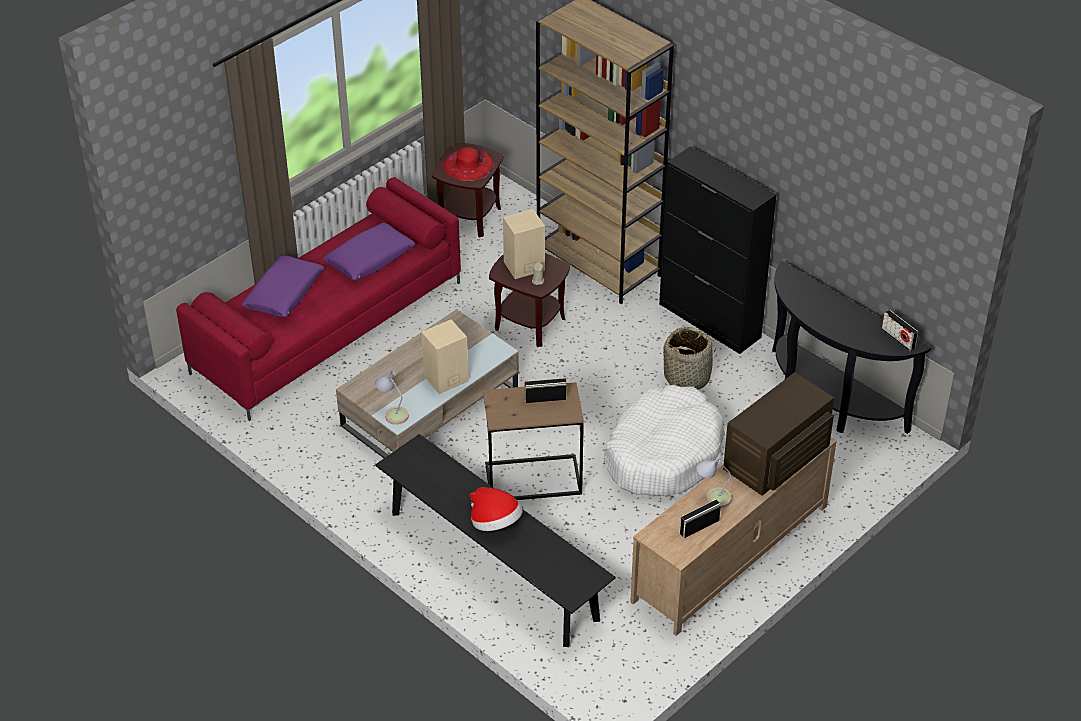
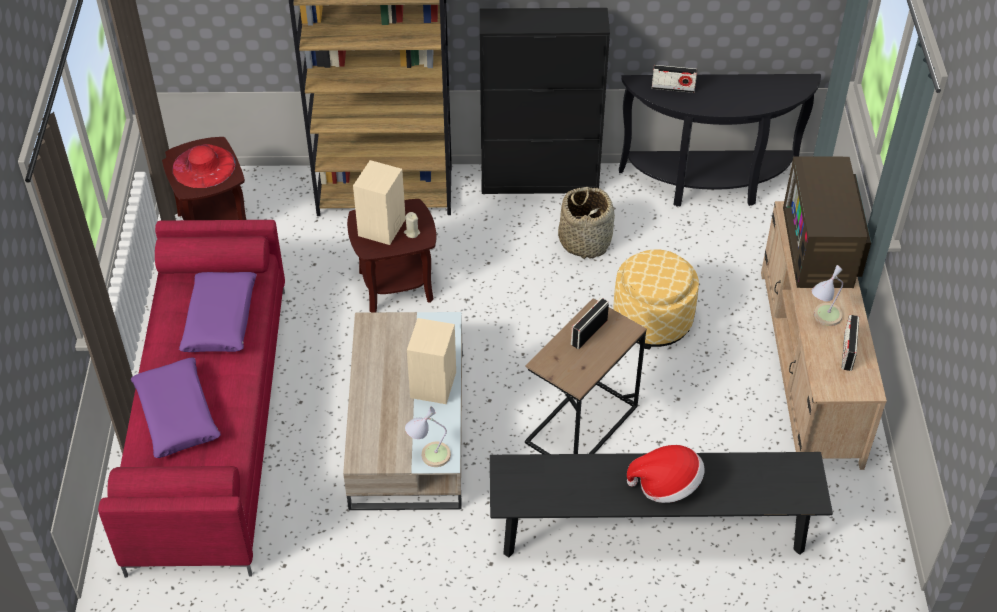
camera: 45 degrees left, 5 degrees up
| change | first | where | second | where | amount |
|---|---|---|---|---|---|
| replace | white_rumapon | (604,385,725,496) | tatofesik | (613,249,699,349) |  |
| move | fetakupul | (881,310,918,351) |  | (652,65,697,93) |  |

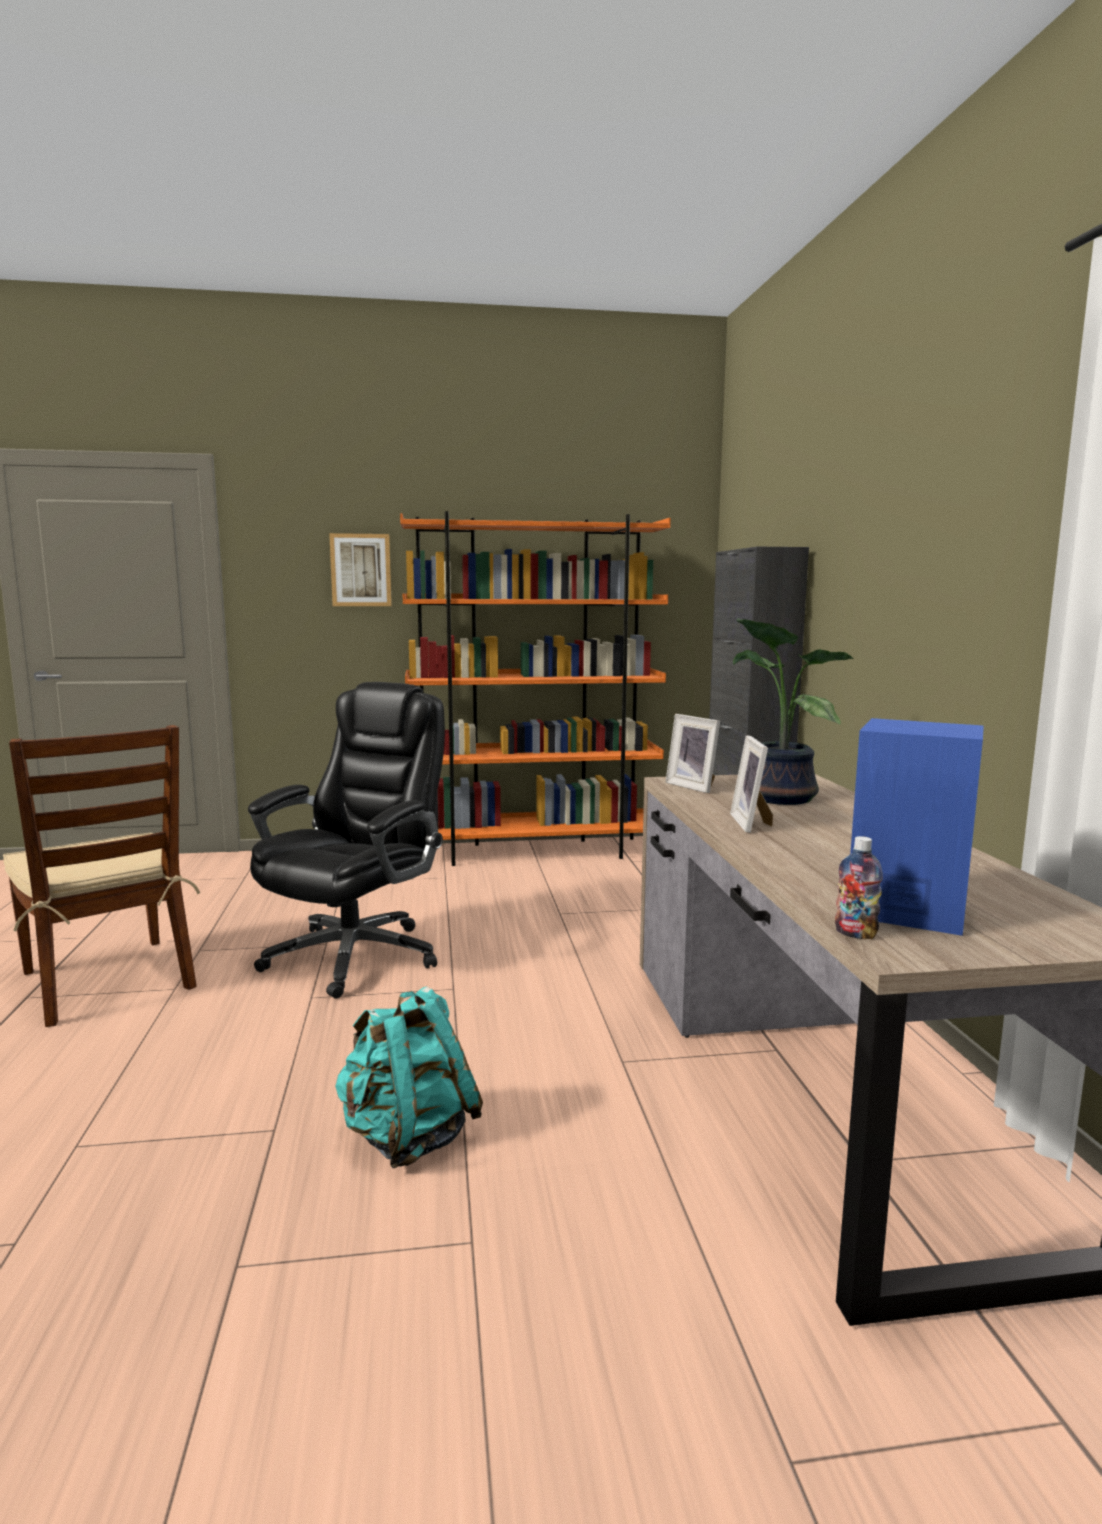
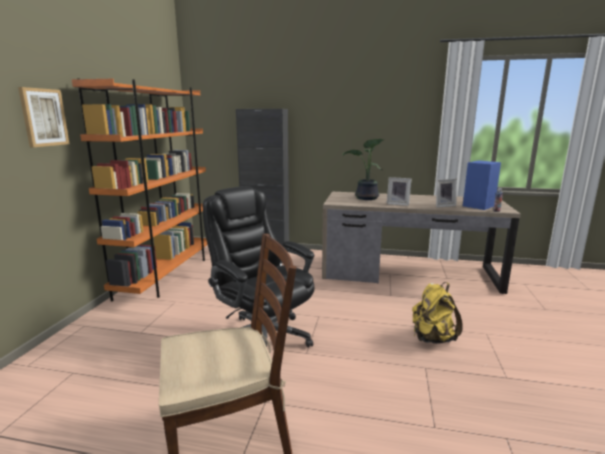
camera: 70 degrees left, 5 degrees up
| change | first | where | second | where | amount |
|---|---|---|---|---|---|
| recolor | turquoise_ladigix | (335,986,483,1168) | yellow_ladigix | (412,282,463,344) |  |
| move | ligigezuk | (666,714,720,793) |  | (436,179,457,207) |  |

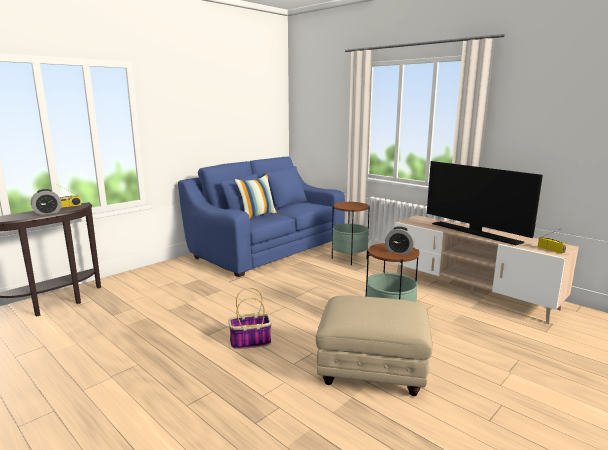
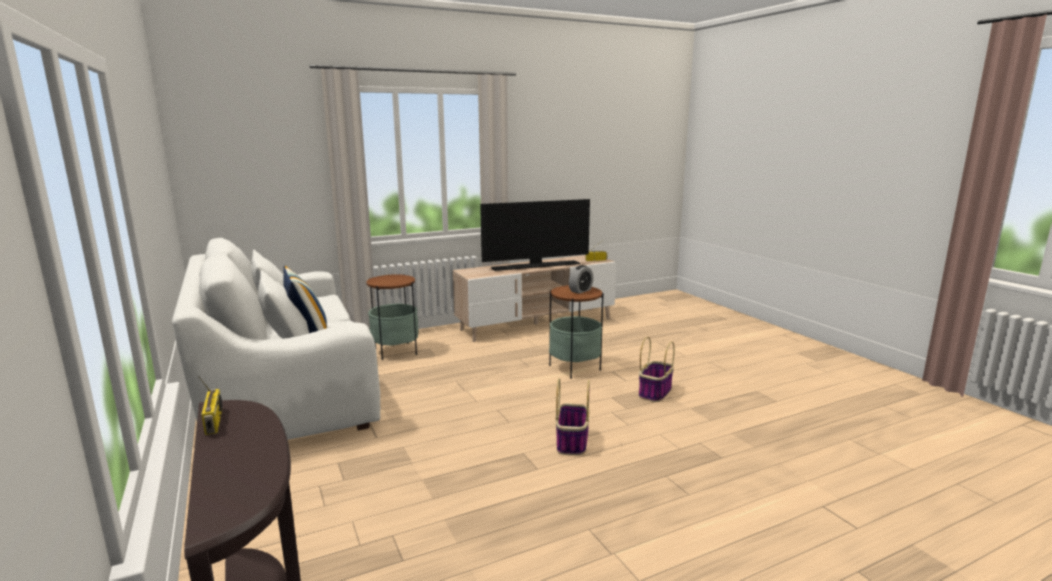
camera: 70 degrees left, 0 degrees up
| change | first | where | second | where | amount |
|---|---|---|---|---|---|
| delete | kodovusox | (31,189,62,215) |  |  |  |
| recolor | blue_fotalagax | (178,157,345,277) | white_fotalagax | (172,238,380,440) |  |
| replace | beige_tatofesik | (316,296,433,396) | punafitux | (639,337,675,402) |  |

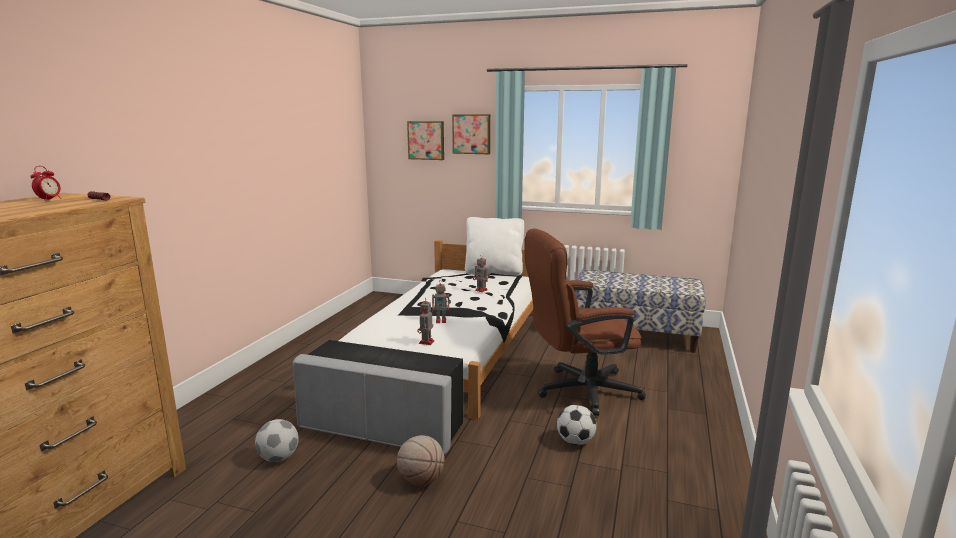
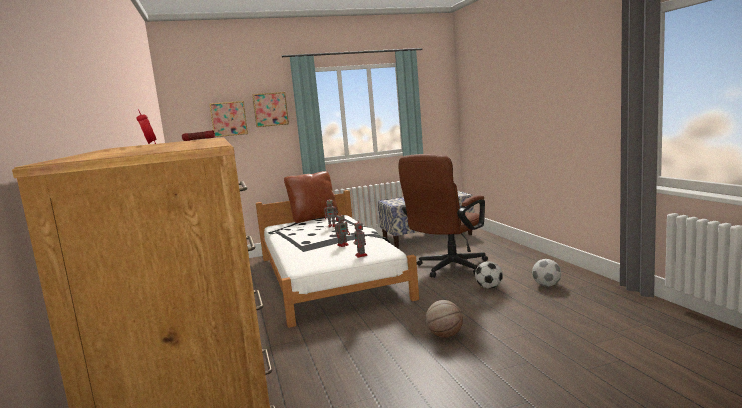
camera: 35 degrees left, 5 degrees down
| change | first | where | second | where | amount |
|---|---|---|---|---|---|
| move | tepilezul | (255,419,299,462) |  | (532,259,561,287) |  |
| delete | grey_tatofesik | (293,340,463,455) |  |  |  |
| recolor | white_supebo | (465,217,524,276) | brown_supebo | (284,171,338,223) |  |

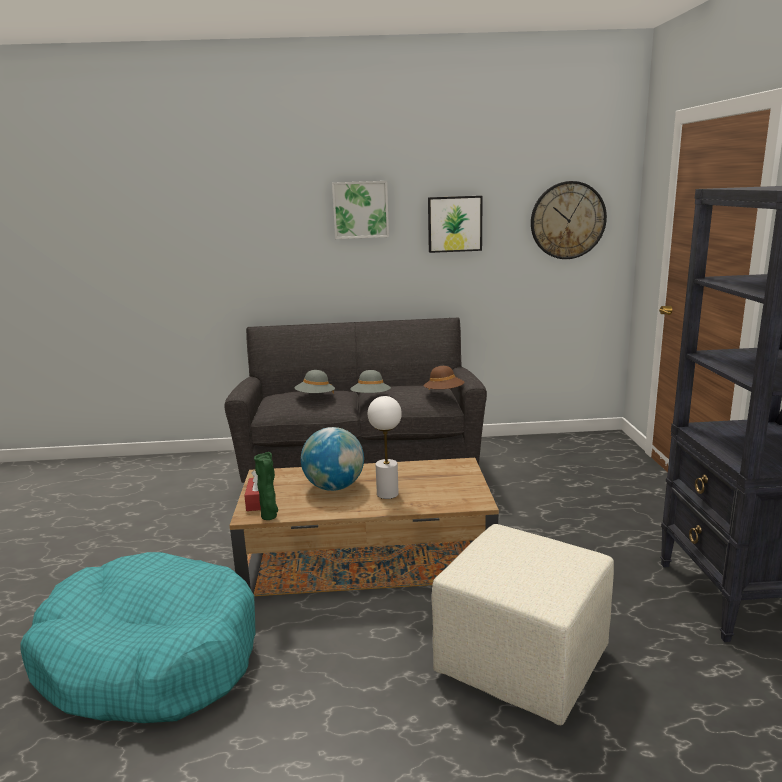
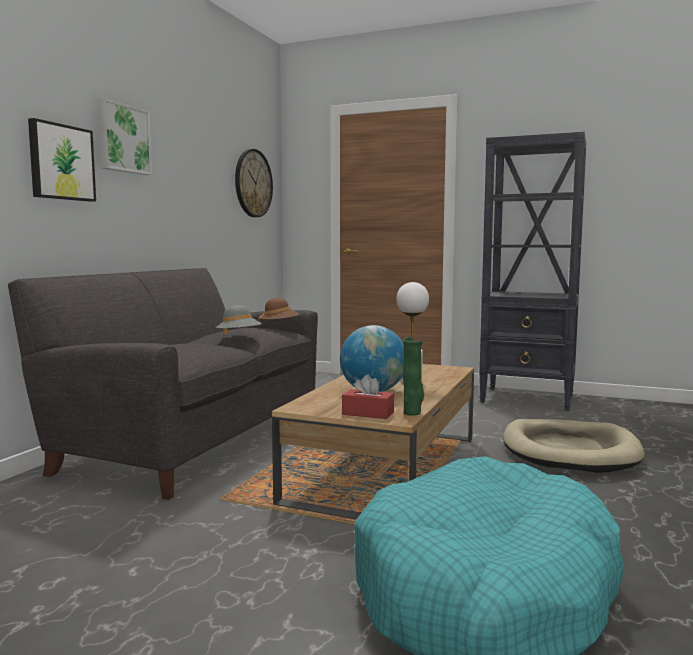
camera: 65 degrees left, 10 degrees down
| change | first | where | second | where | amount |
|---|---|---|---|---|---|
| delete | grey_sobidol | (294,370,335,394) |  |  |  |
| move | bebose | (428,196,483,253) |  | (28,118,96,202) |  |
| replace | beige_tatofesik | (431,524,614,725) | beige_rumapon | (503,419,645,473) |  |

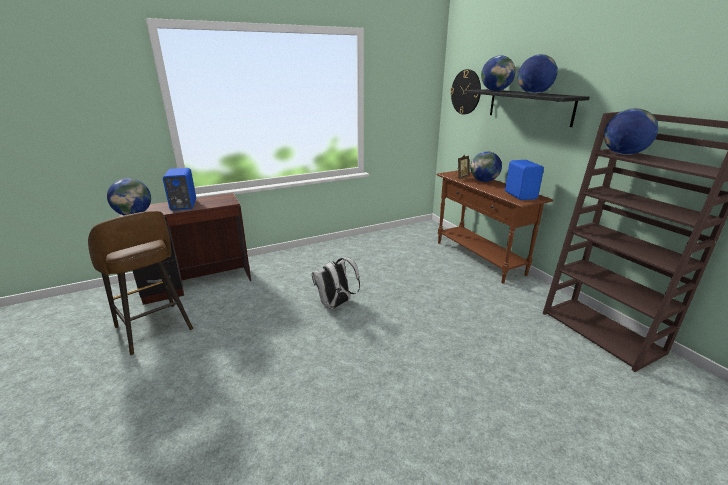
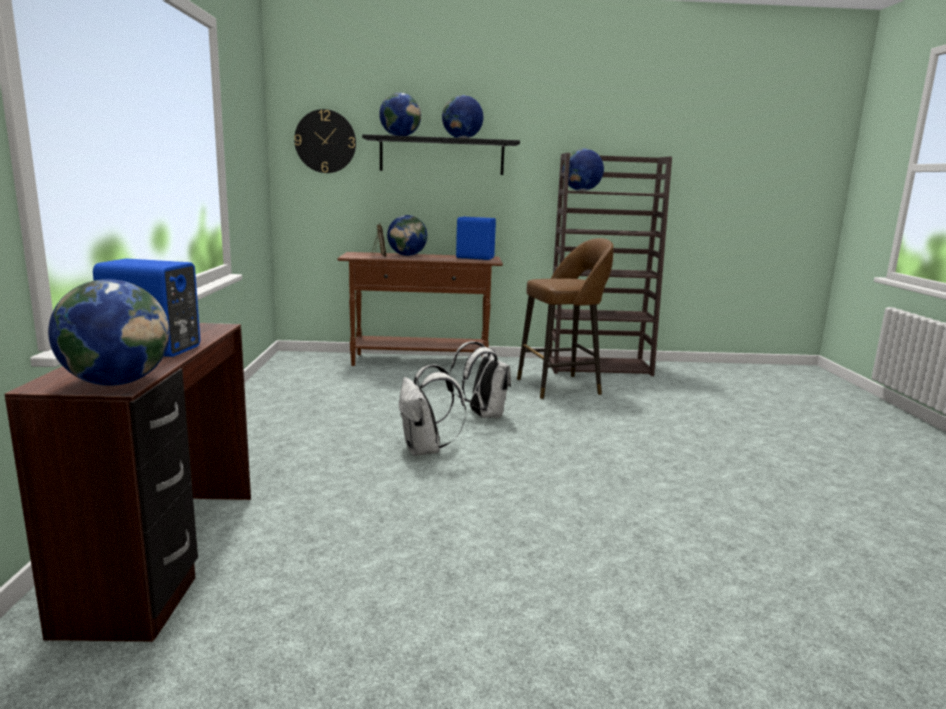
camera: 65 degrees left, 10 degrees down
| change | first | where | second | where | amount |
|---|---|---|---|---|---|
| move | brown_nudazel | (88,211,193,355) |  | (517,238,613,399) |  |
| insert |  |  | white_ladigix | (450,341,511,418) |  |

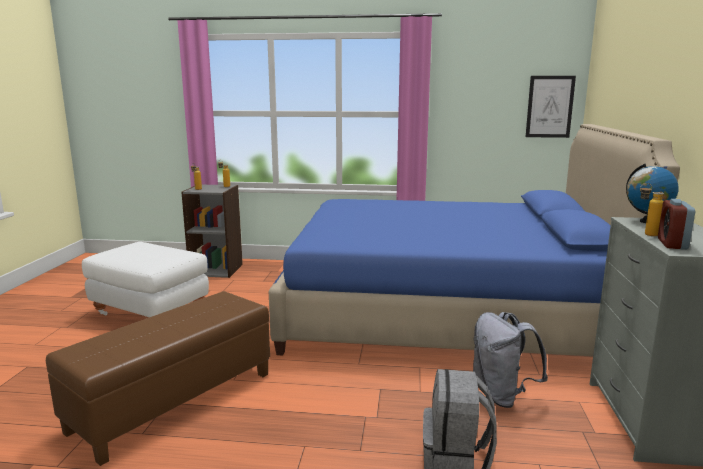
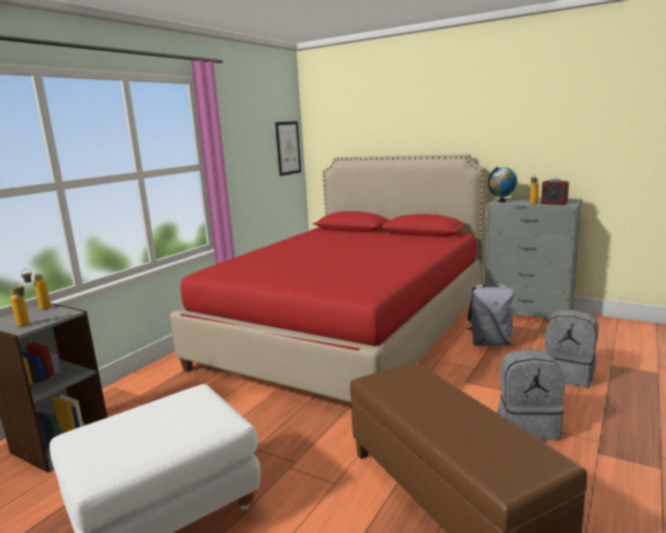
camera: 65 degrees left, 0 degrees up
| change | first | where | second | where | amount |
|---|---|---|---|---|---|
| recolor | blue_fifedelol | (269,124,680,356) | red_fifedelol | (170,154,486,403) |  |
| insert |  |  | grey_ladigix | (498,349,565,440) |  |

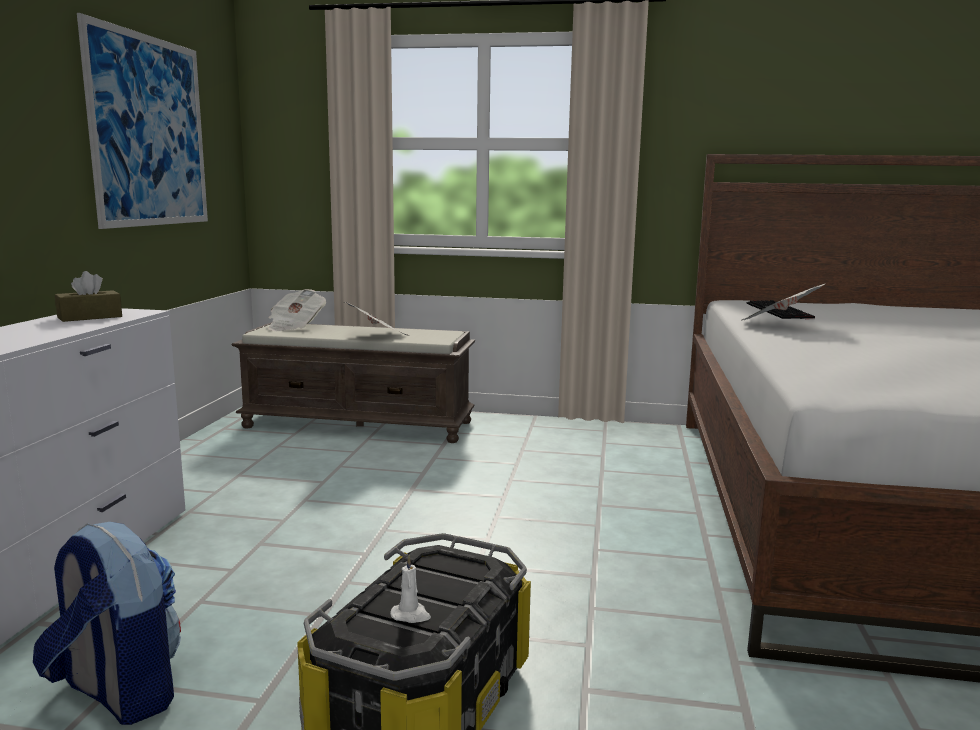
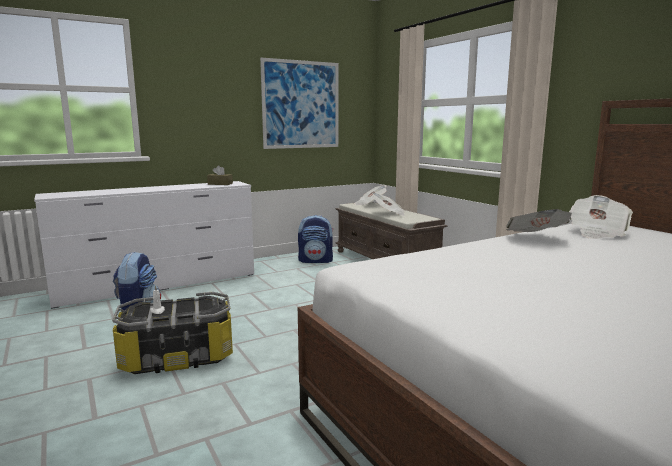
camera: 50 degrees right, 0 degrees up
| change | first | where | second | where | amount |
|---|---|---|---|---|---|
| replace | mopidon | (747,300,815,319) | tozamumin | (569,195,633,239) |  |
| insert |  |  | ladigix | (298,215,333,263) |  |

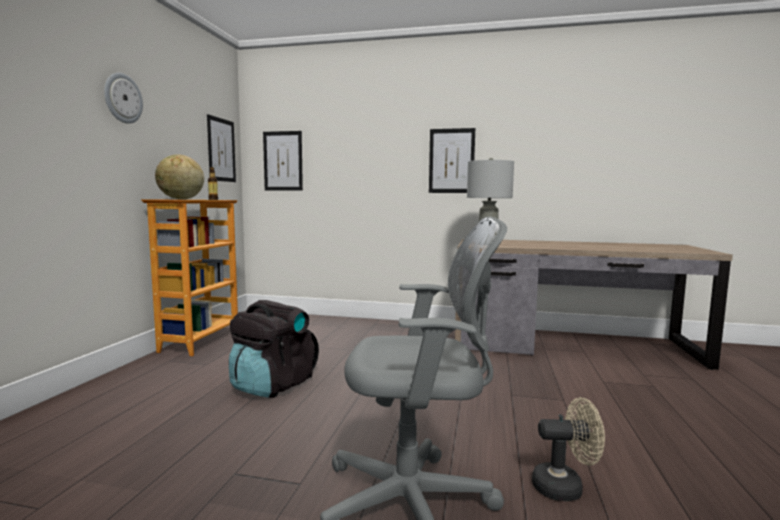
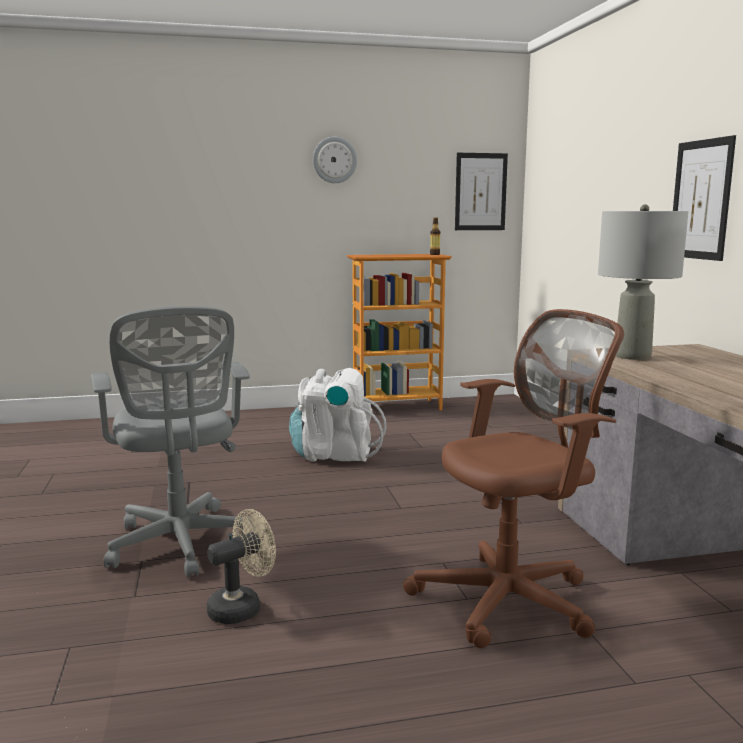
camera: 65 degrees right, 5 degrees up
| change | first | where | second | where | amount |
|---|---|---|---|---|---|
| delete | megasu | (155,154,204,200) |  |  |  |
| recolor | black_ladigix | (229,300,319,398) | white_ladigix | (289,368,387,462) |  |
| delete | bebose | (263,131,303,191) |  |  |  |
| rotate | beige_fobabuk | (532,397,605,501) |  | (207,509,276,624) | 105 degrees counterclockwise |
| insert |  |  | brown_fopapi | (403,309,624,648) |  |

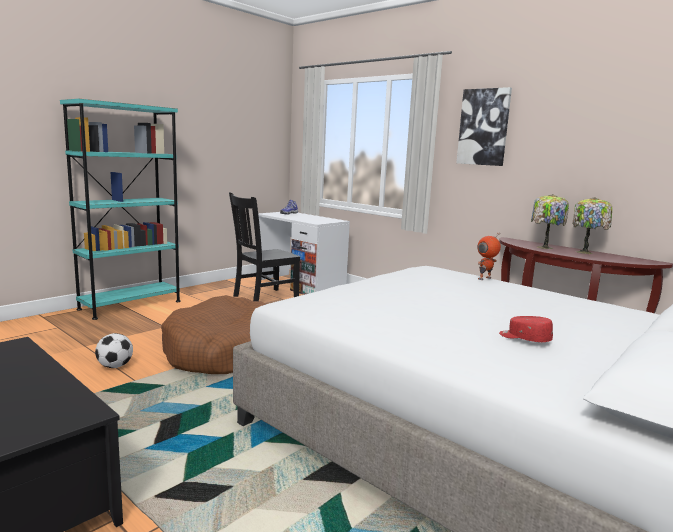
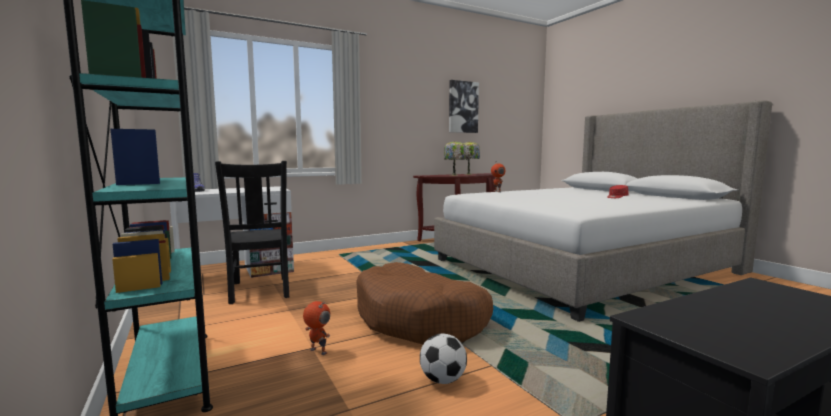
camera: 70 degrees left, 5 degrees down
| change | first | where | second | where | amount |
|---|---|---|---|---|---|
| move | bebose | (456,87,512,166) |  | (449,80,479,133) |  |
| insert |  |  | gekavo | (303,301,330,355) |  |

